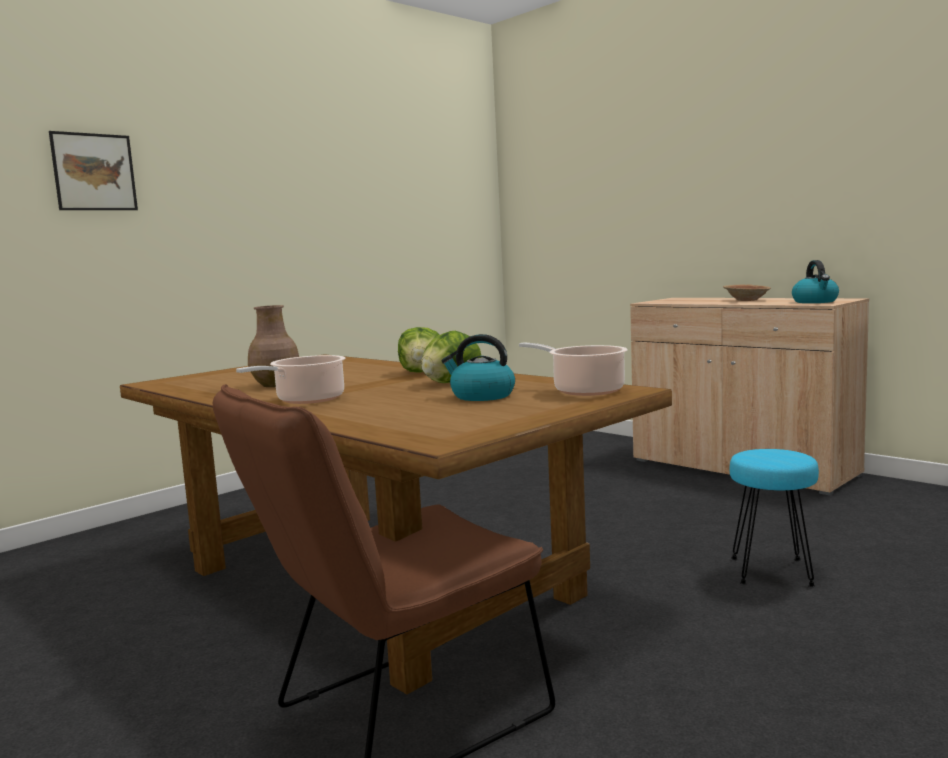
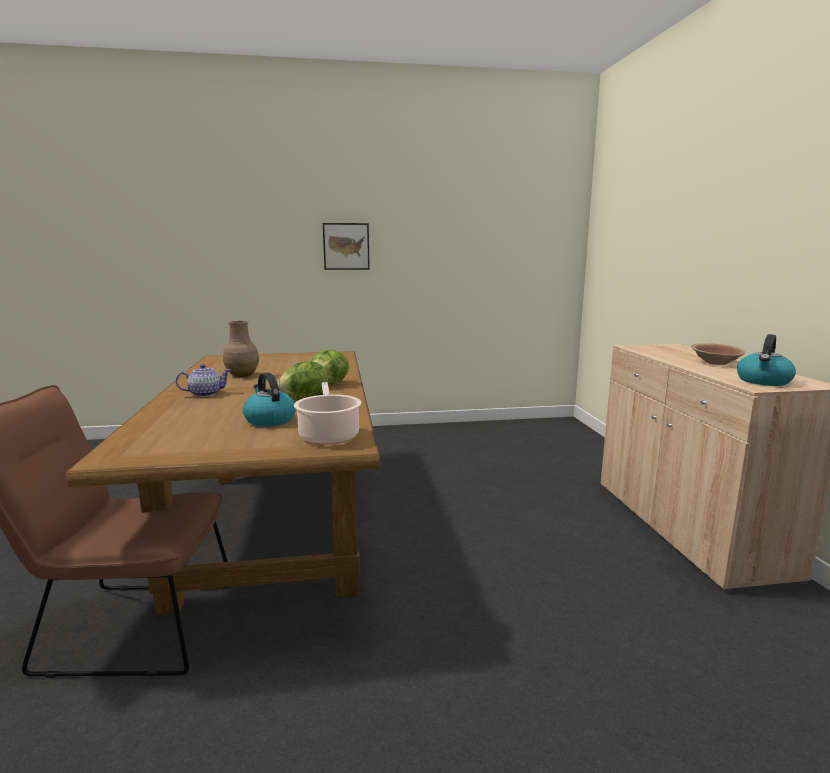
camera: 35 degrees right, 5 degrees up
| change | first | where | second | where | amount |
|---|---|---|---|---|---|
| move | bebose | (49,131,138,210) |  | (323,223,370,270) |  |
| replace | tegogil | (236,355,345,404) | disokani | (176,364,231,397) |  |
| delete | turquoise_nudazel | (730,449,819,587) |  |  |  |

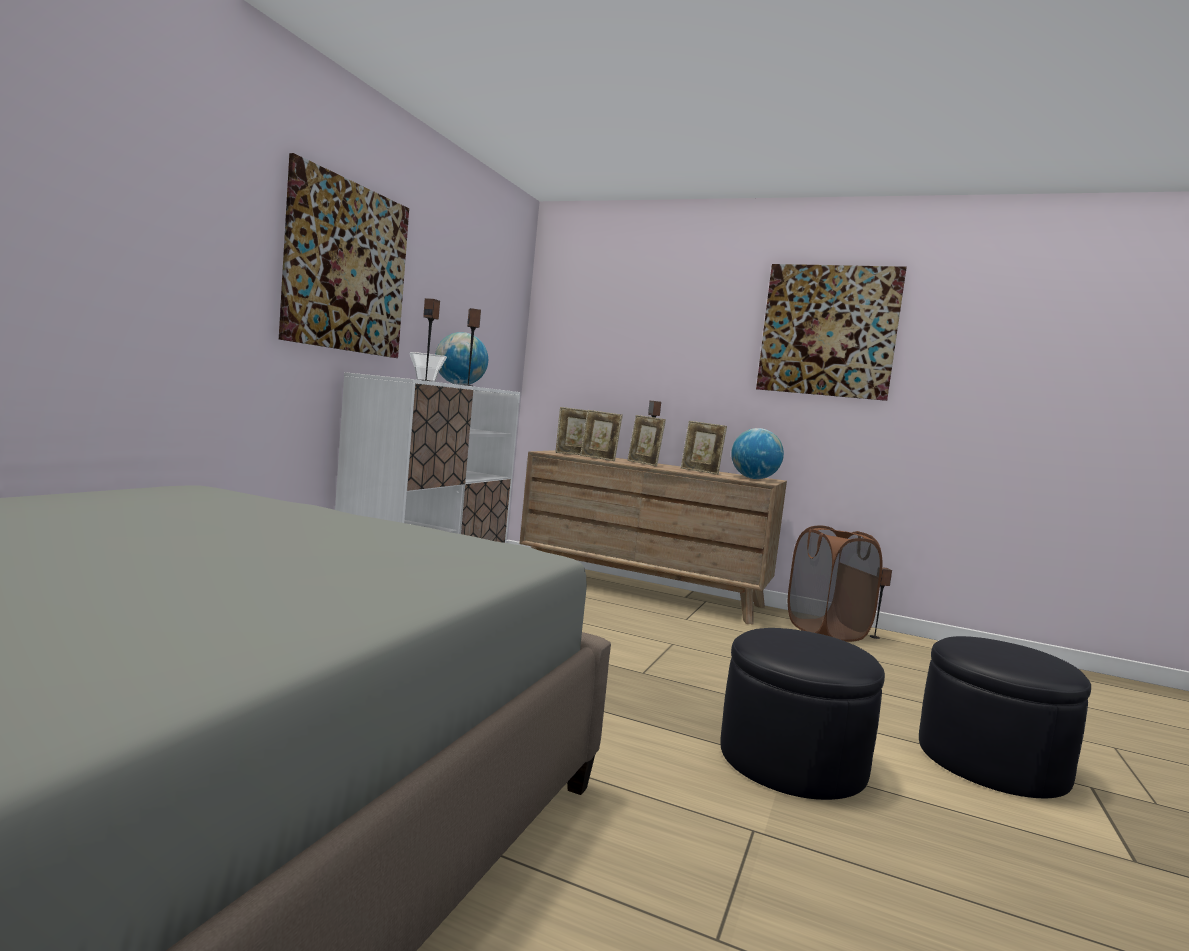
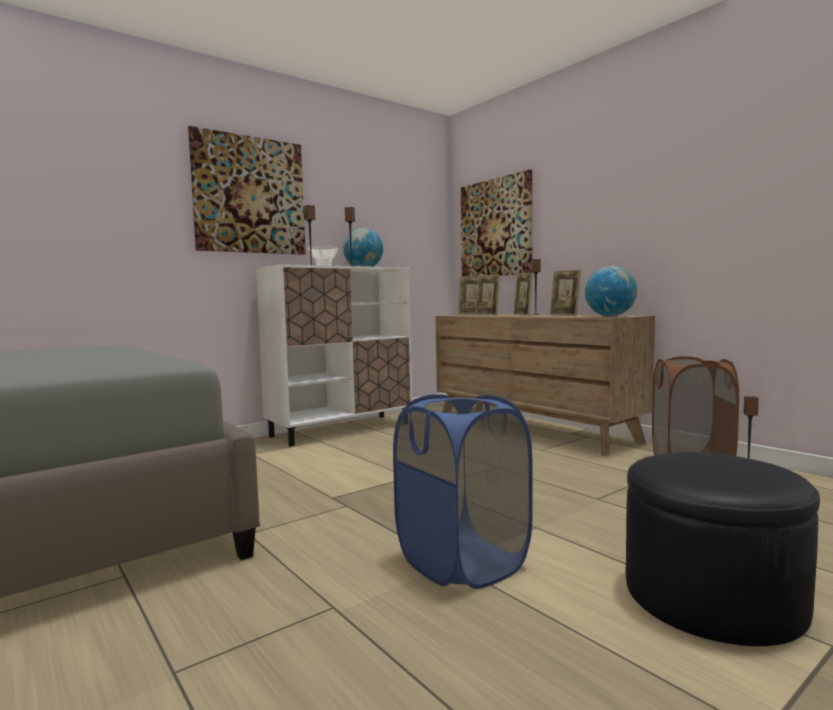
camera: 30 degrees right, 0 degrees up
| change | first | where | second | where | amount |
|---|---|---|---|---|---|
| replace | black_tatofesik | (720,628,885,800) | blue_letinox | (393,394,533,589) |  |
| move | bebose | (756,264,907,401) |  | (461,169,532,277) |  |

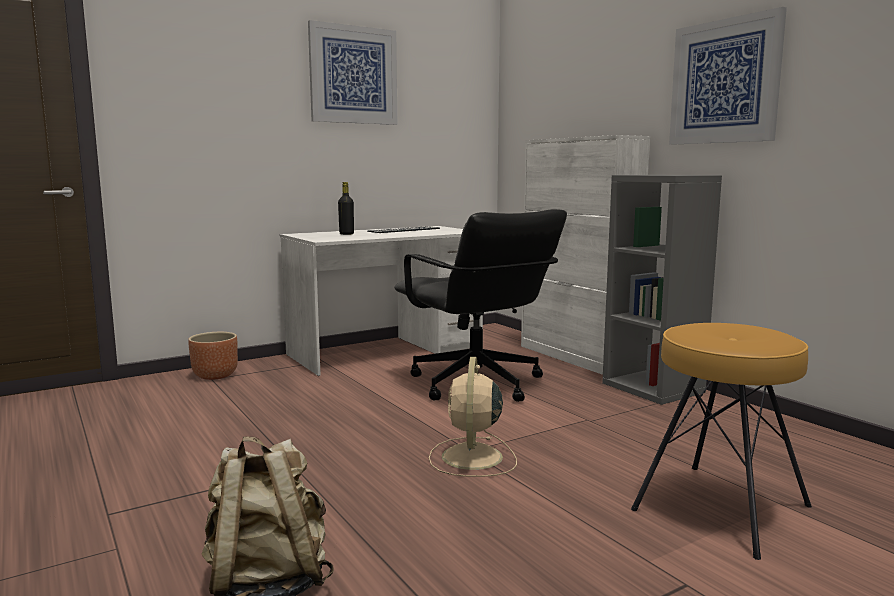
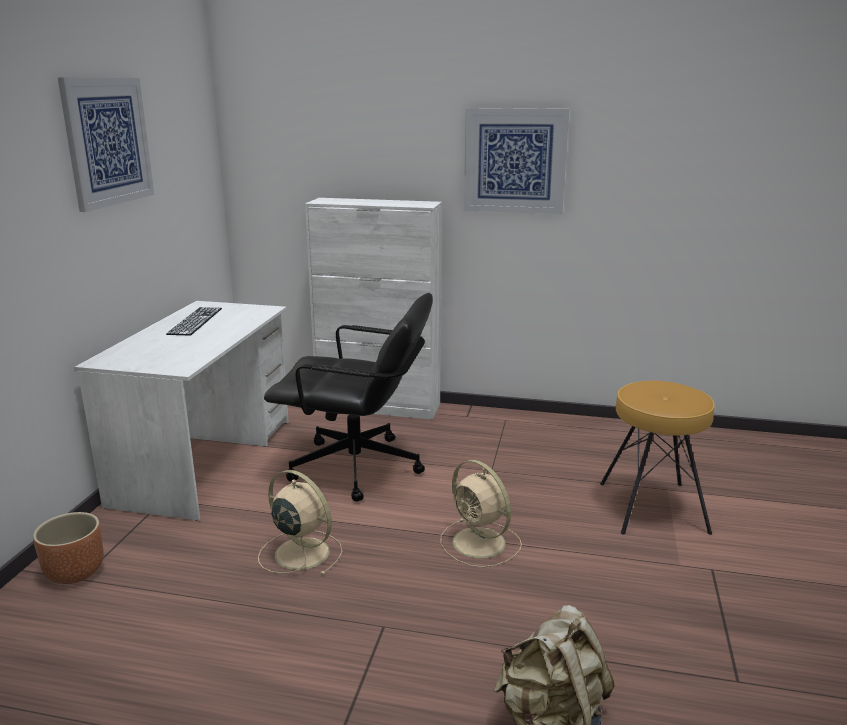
camera: 45 degrees left, 10 degrees up
| change | first | where | second | where | amount |
|---|---|---|---|---|---|
| delete | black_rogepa | (338,182,354,235) |  |  |  |
| delete | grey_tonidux | (602,175,722,405) |  |  |  |
| insert |  |  | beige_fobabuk | (258,470,343,576) |  |

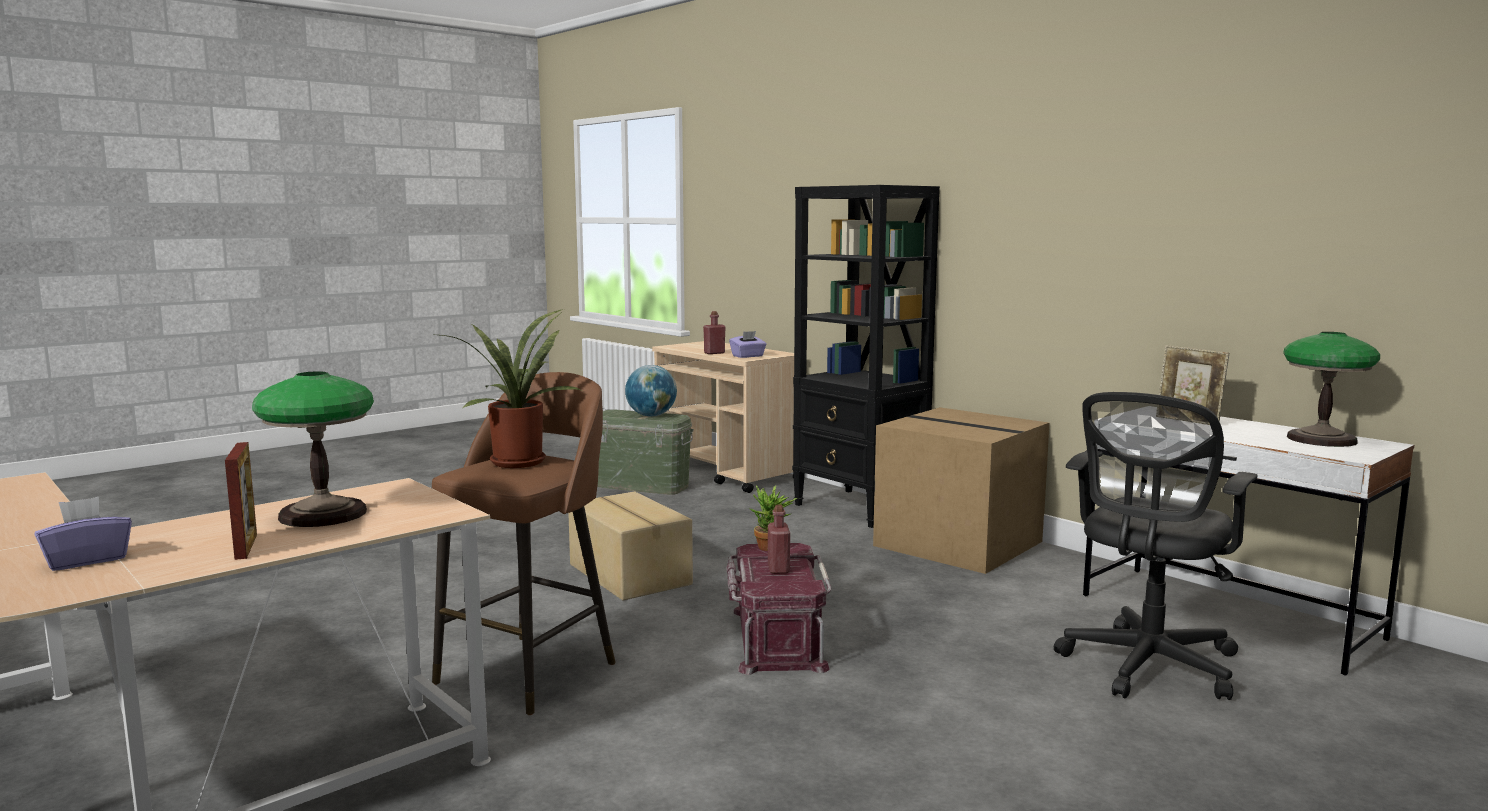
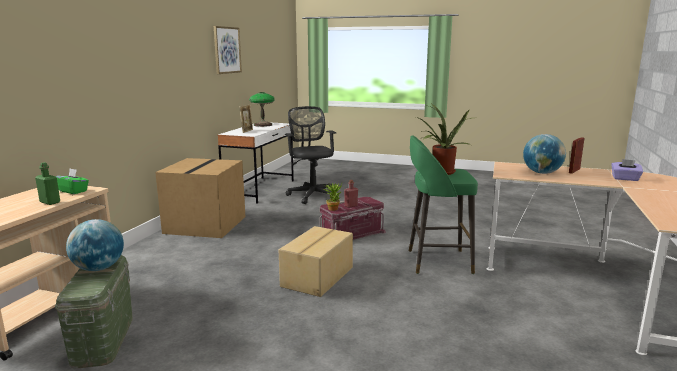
camera: 120 degrees left, 5 degrees up
| change | first | where | second | where | amount |
|---|---|---|---|---|---|
| replace | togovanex | (252,371,374,527) | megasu | (523,134,566,174) |  |
| recolor | brown_nudazel | (432,372,616,715) | green_nudazel | (409,135,478,274) |  |
| recolor | red_rogepa | (703,311,725,354) | green_rogepa | (35,162,60,205) |  |
| recolor | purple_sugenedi | (729,331,767,358) | green_sugenedi | (55,169,89,194) |  |
| delete | black_tonidux | (792,185,940,528) |  |  |  |
| rotate | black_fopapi | (1054,392,1258,700) |  | (284,106,337,204) | 120 degrees counterclockwise |
| insert |  |  | bebose | (214,26,242,74) |  |

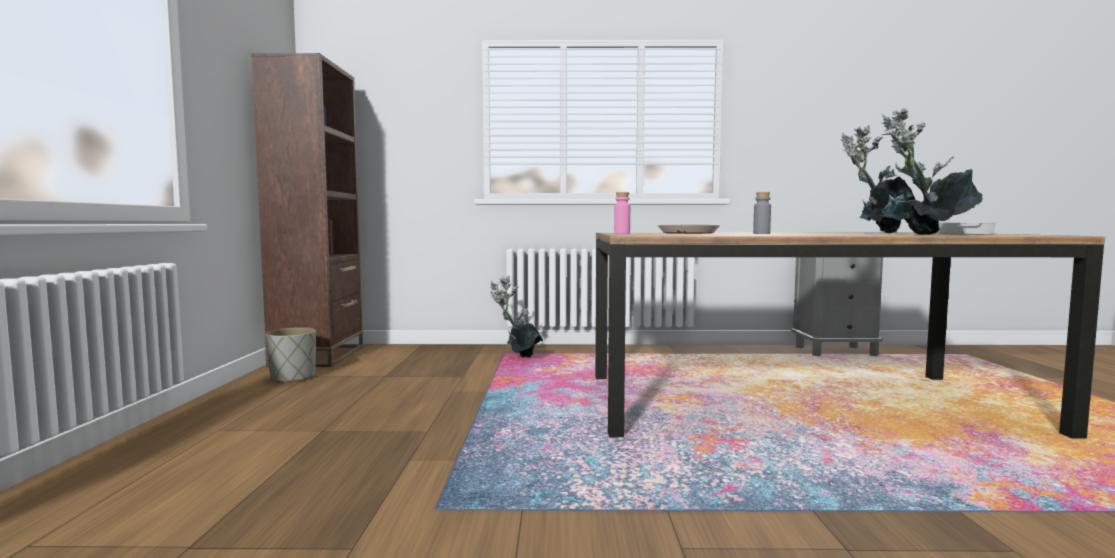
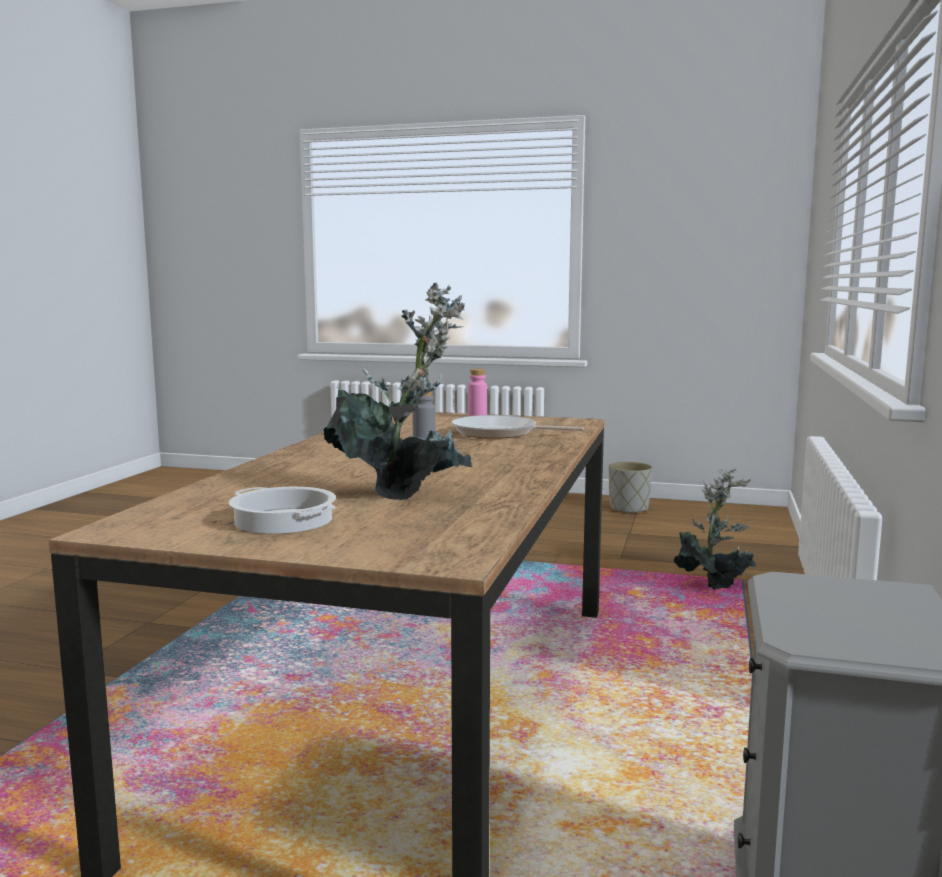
camera: 105 degrees right, 5 degrees up
| change | first | where | second | where | amount |
|---|---|---|---|---|---|
| delete | brown_tonidux | (251,53,363,367) |  |  |  |
| delete | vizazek | (876,108,982,235) |  |  |  |

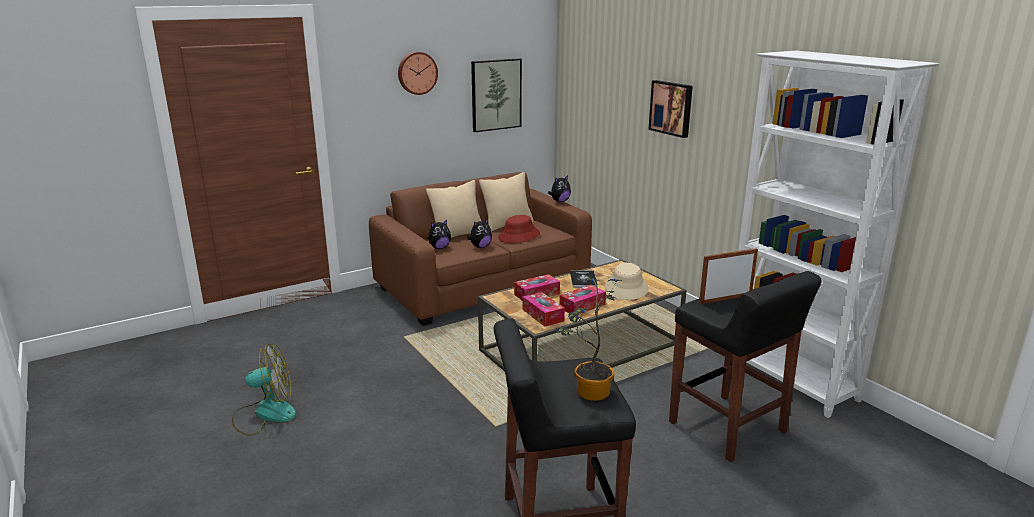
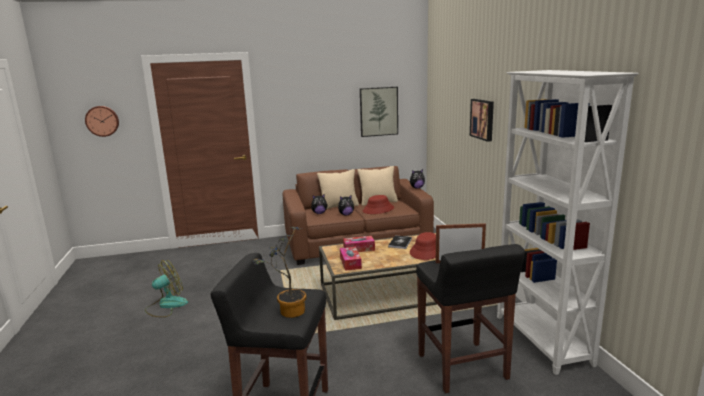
camera: 20 degrees right, 5 degrees down
| change | first | where | second | where | amount |
|---|---|---|---|---|---|
| rotate | fobabuk | (232,344,296,436) |  | (145,260,188,317) | 45 degrees counterclockwise |
| move | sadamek | (398,52,438,95) |  | (85,106,119,137) |  |
| delete | sugenedi | (559,285,606,314) |  |  |  |
| recolor | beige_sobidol | (605,263,649,300) | red_sobidol | (410,232,436,260) |  |

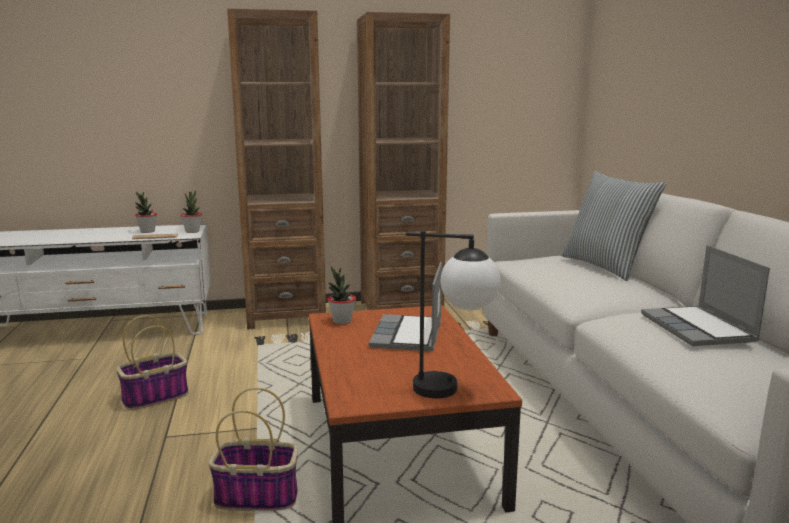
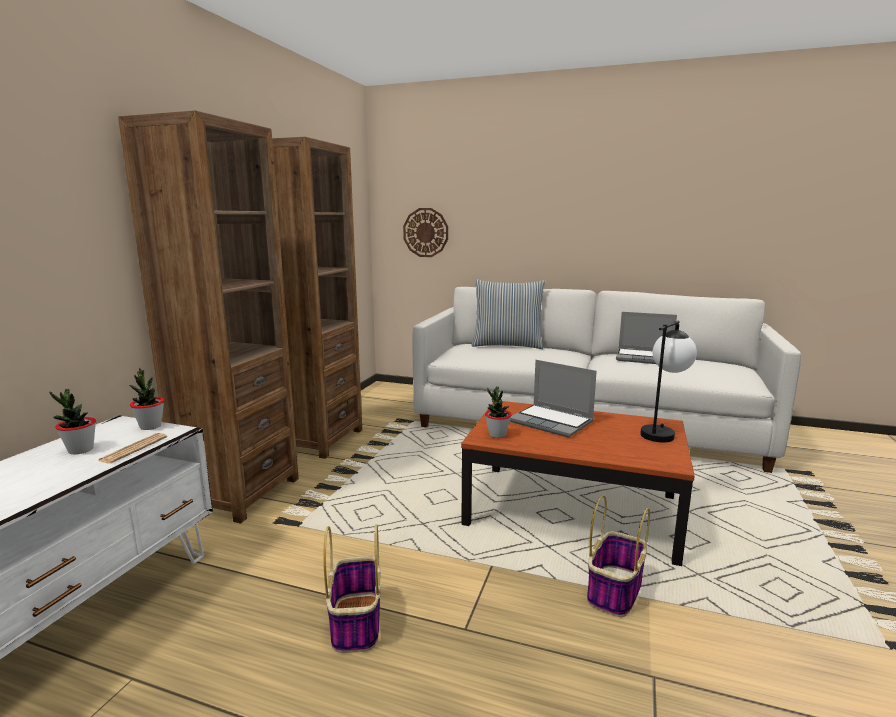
camera: 60 degrees left, 0 degrees up
| change | first | where | second | where | amount |
|---|---|---|---|---|---|
| insert |  |  | sadamek | (403,208,448,257) |  |

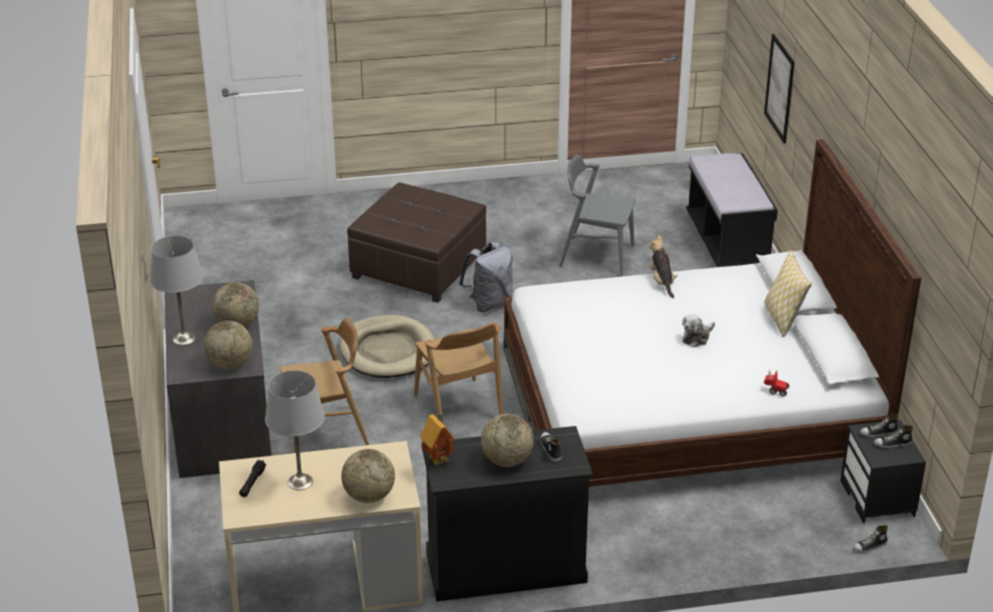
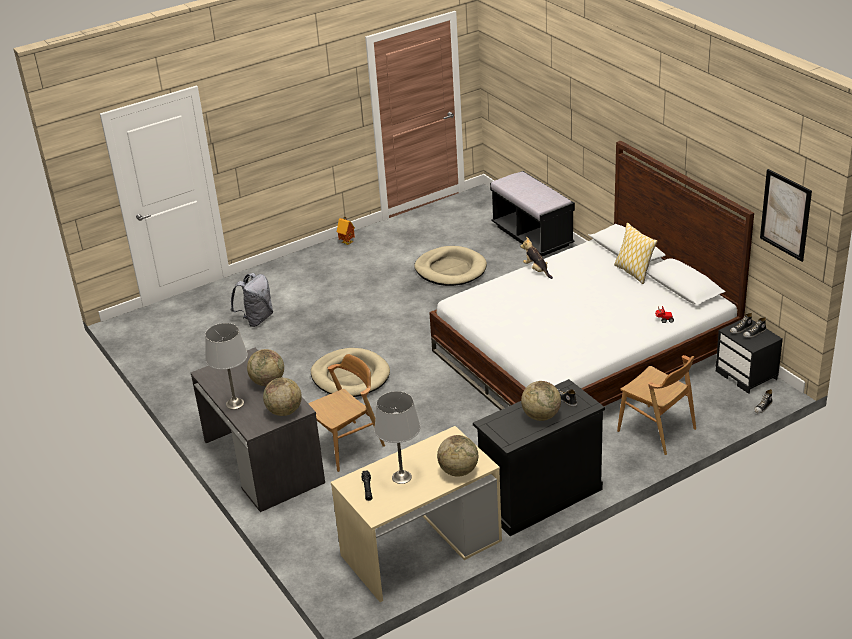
camera: 20 degrees left, 0 degrees up
| change | first | where | second | where | amount |
|---|---|---|---|---|---|
| delete | brown_tatofesik | (347,182,486,303) |  |  |  |
| move | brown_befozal | (414,323,503,425) |  | (617,355,696,455) |  |
| move | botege | (420,414,455,466) |  | (337,217,355,245) |  |
| move | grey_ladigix | (459,242,513,312) |  | (230,273,273,327) |  |
| replace | grey_befozal | (559,155,636,276) | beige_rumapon | (414,246,487,286) |  |
| delete | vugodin | (682,314,715,347) |  |  |  |
| move | bebose | (764,34,795,143) |  | (760,169,812,262) |  |

